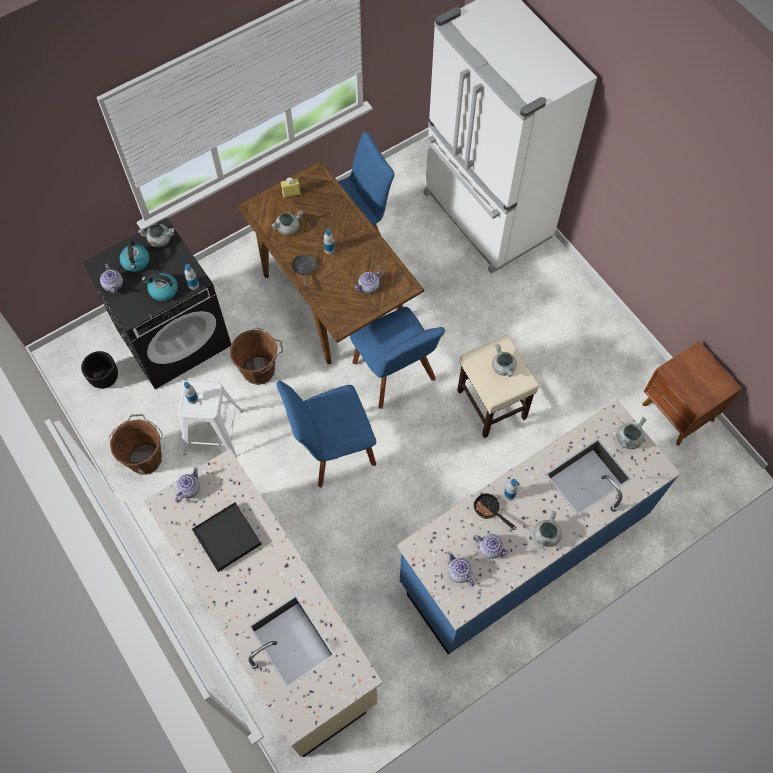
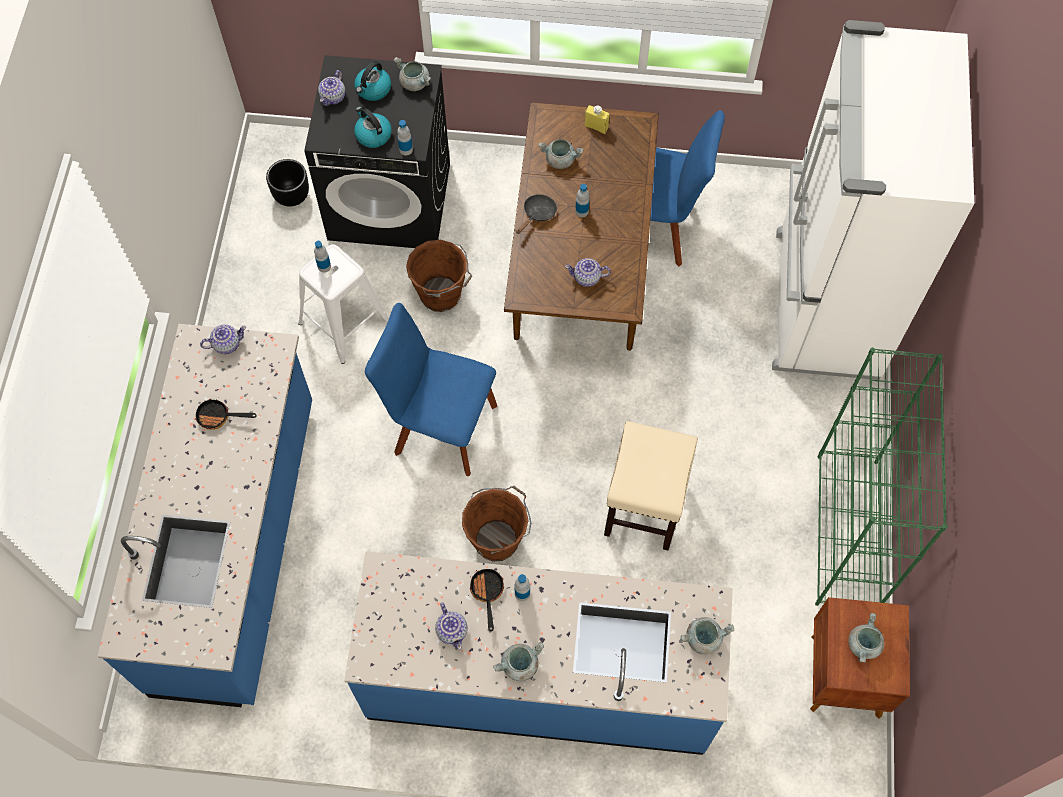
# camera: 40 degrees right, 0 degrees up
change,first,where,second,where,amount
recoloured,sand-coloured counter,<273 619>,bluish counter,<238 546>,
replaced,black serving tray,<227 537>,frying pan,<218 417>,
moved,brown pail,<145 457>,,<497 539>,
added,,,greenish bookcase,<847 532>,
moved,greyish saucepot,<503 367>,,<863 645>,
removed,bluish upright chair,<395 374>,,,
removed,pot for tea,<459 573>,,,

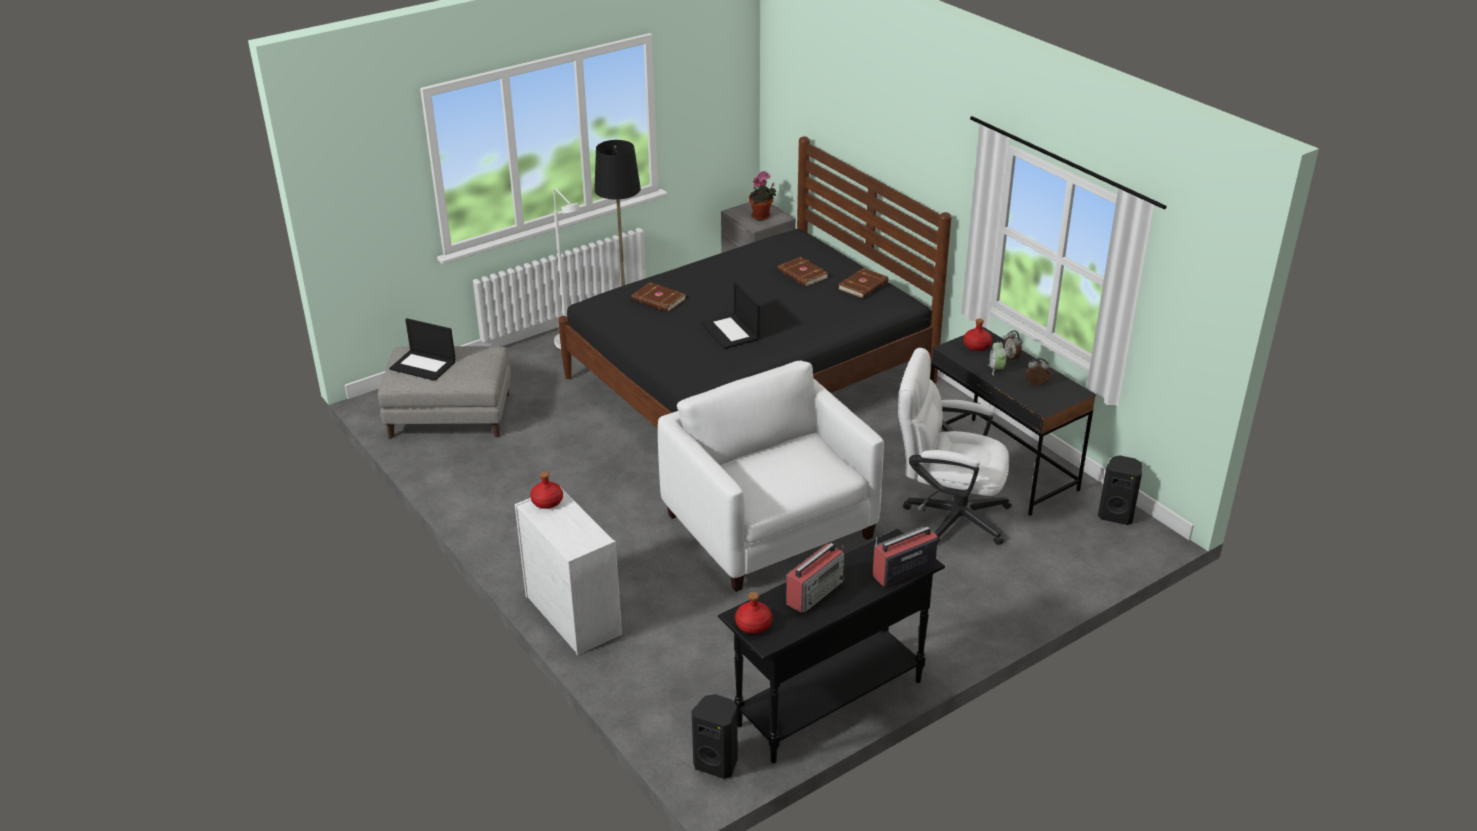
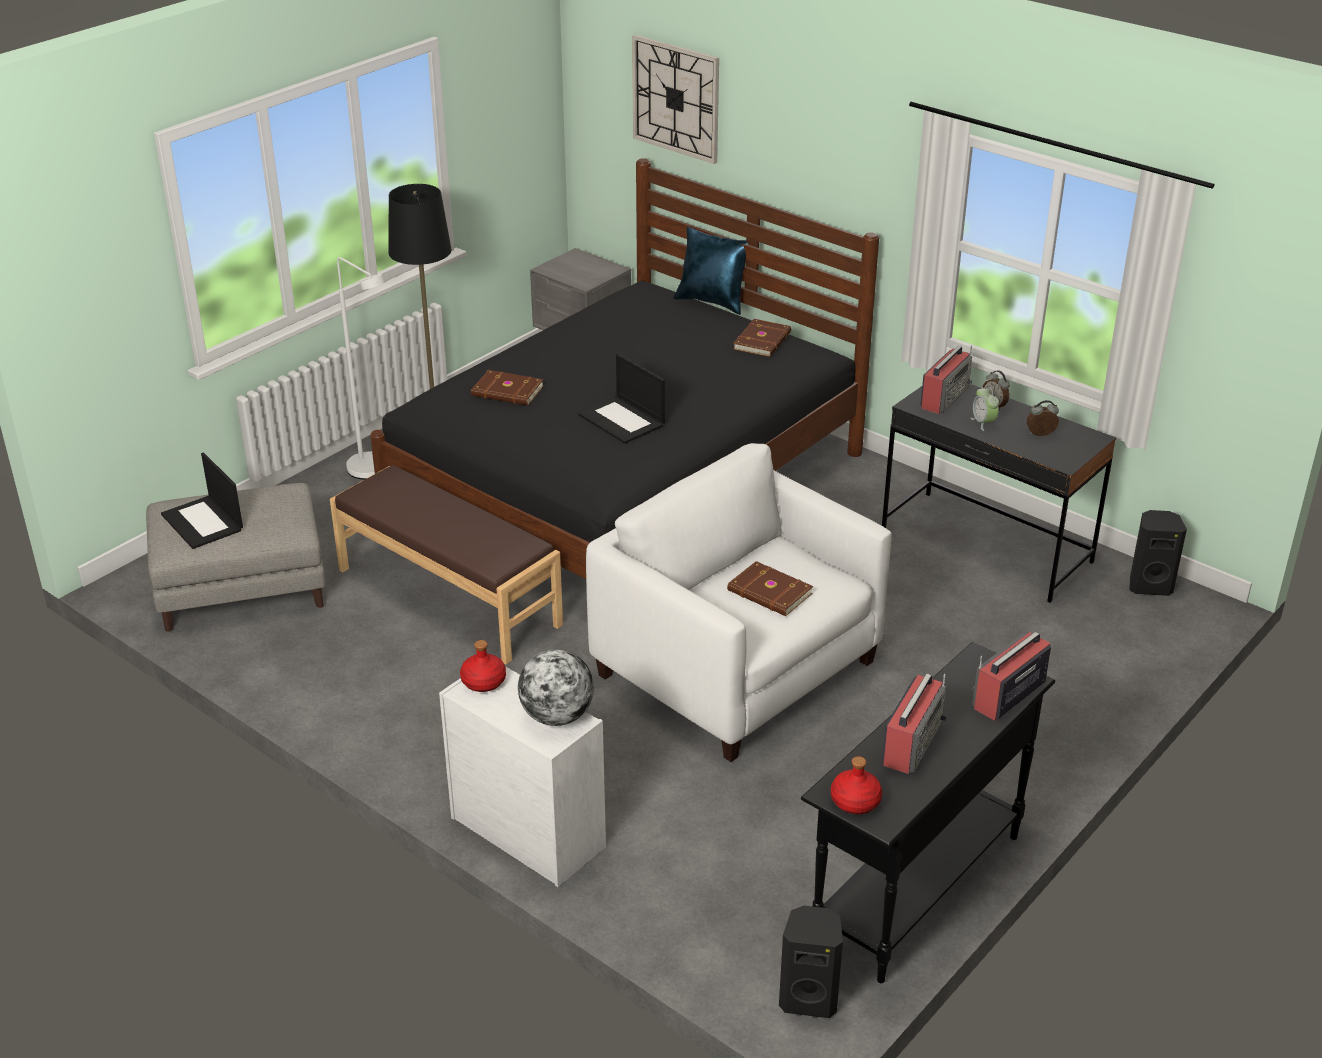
# camera: 15 degrees left, 0 degrees up
change,first,where,second,where,amount
turned,laptop,<424 365>,,<203 522>,45 degrees clockwise
added,,,brown bench,<449 596>,
added,,,desk globe,<557 716>,
added,,,wall clock,<676 98>,
added,,,bluish cushion,<712 302>,
moved,brown book,<802 274>,,<769 593>,
replaced,red bottle,<976 346>,radio set,<945 397>,
removed,plant in a pot,<762 217>,,,
removed,whitish computer chair,<947 515>,,,

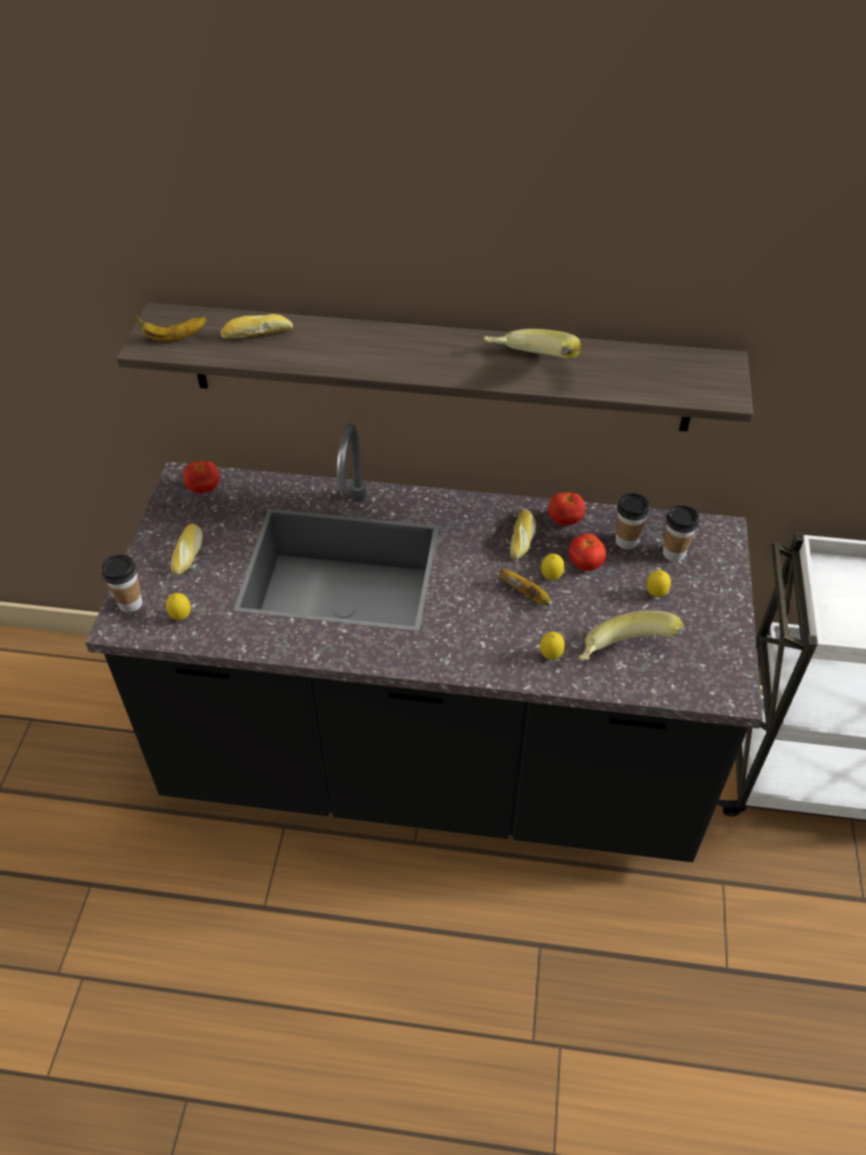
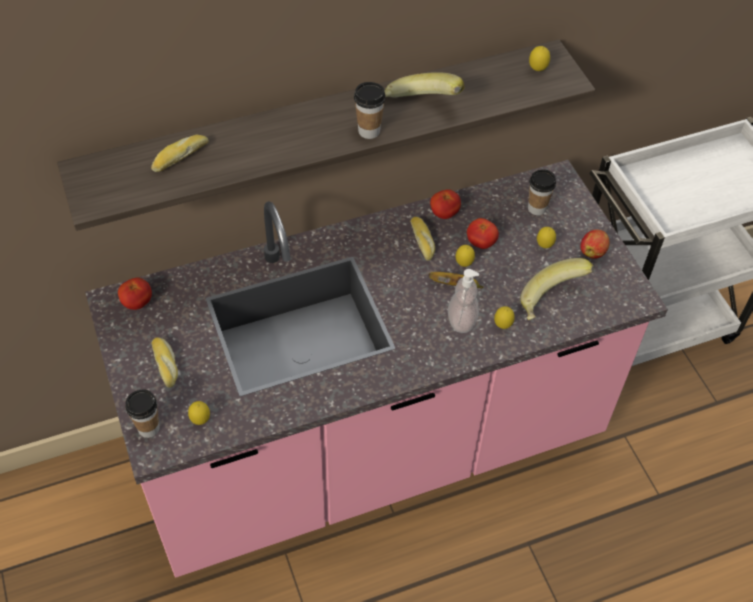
# camera: 30 degrees left, 5 degrees up
change,first,where,second,where,amount
recoloured,black counter,<433 766>,pinkish counter,<371 448>,
moved,cup,<626 541>,,<369 131>,
added,,,soap dispenser,<461 320>,
added,,,lemon,<537 70>,
added,,,apple fruit,<593 252>,
removed,whole banana,<174 338>,,,

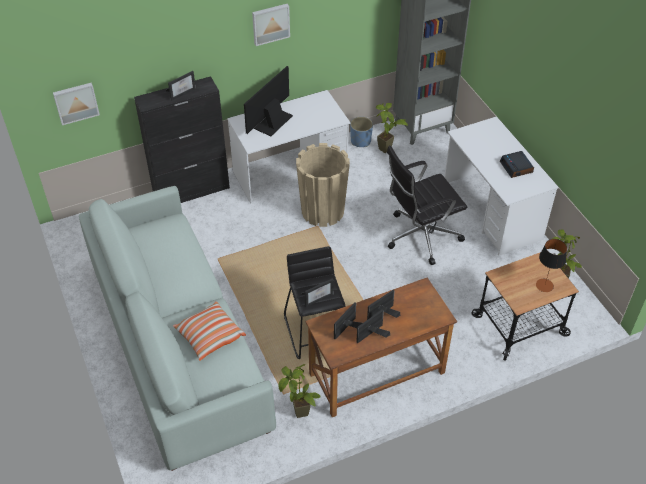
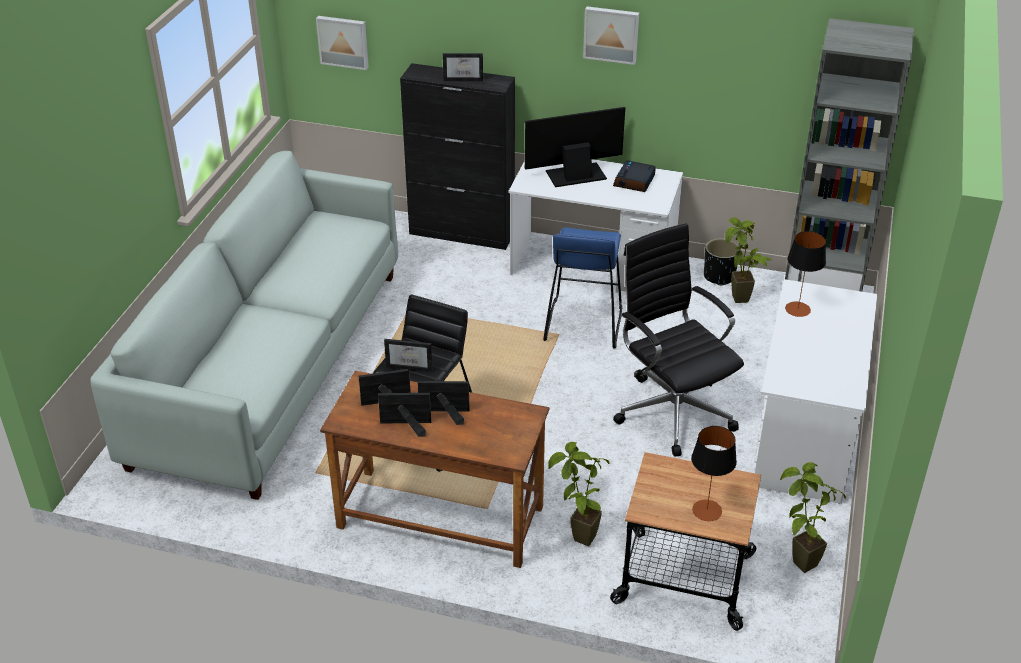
# camera: 40 degrees right, 10 degrees down
change,first,where,second,where,amount
replaced,sand-coloured plant pot,<322 211>,bluish stool seat,<583 323>,
moved,plant in a pot,<300 417>,,<578 543>,
moved,table clock,<516 167>,,<634 181>,
turned,black computer chair,<420 236>,,<672 410>,45 degrees clockwise
recoloured,bluish plant pot,<361 141>,black plant pot,<719 276>,
added,,,tabletop lamp,<798 309>,
removed,cushion,<209 336>,,,

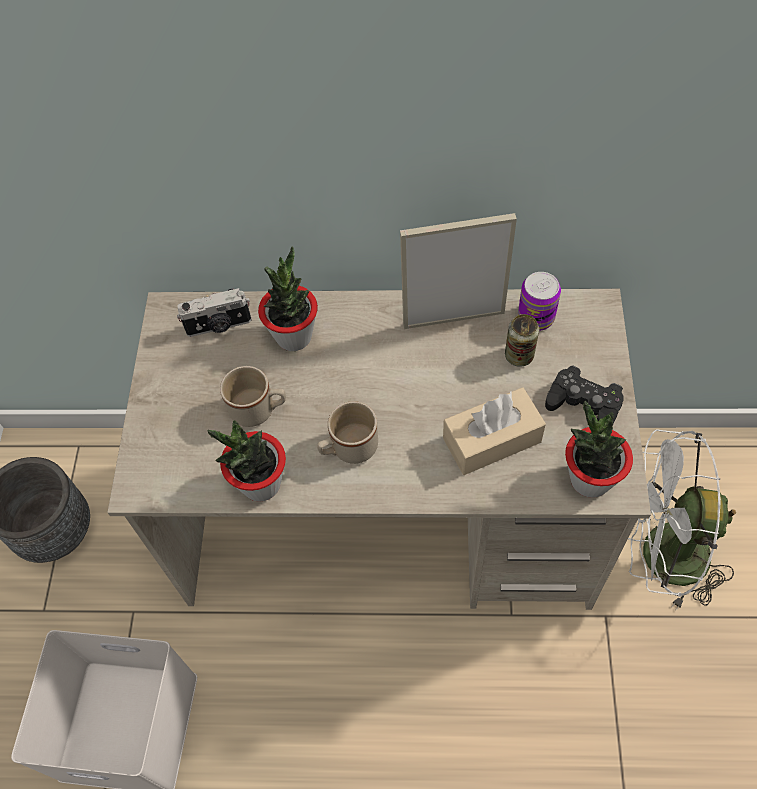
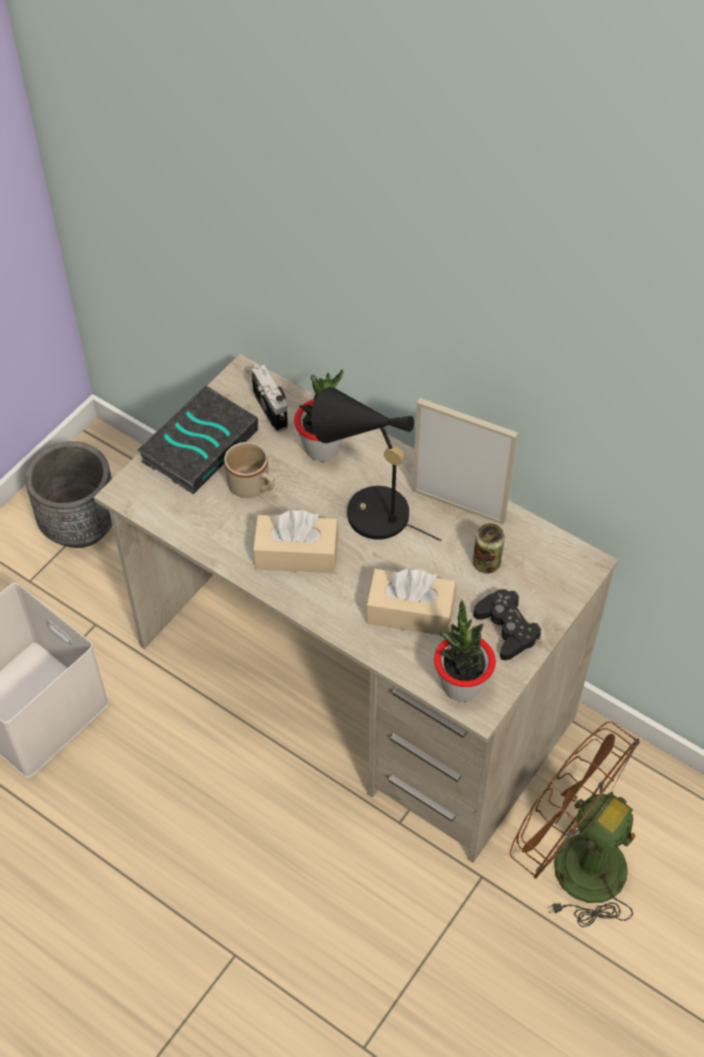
# camera: 30 degrees right, 5 degrees down
change,first,where,second,where,amount
added,,,book,<199 444>,
turned,still camera,<219 326>,,<272 408>,135 degrees counterclockwise
replaced,sand-coloured mug,<348 449>,sand-coloured tissue box,<296 554>,
added,,,black tabletop lamp,<367 512>,
recoloured,whitish cooling fan,<659 557>,brown cooling fan,<572 861>,
removed,plant in a pot,<261 484>,,,
removed,can,<536 317>,,,

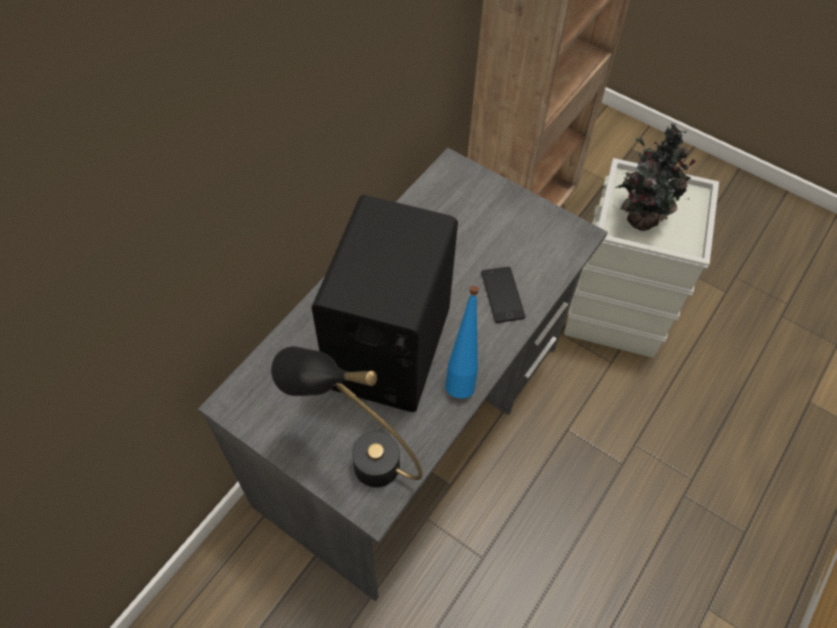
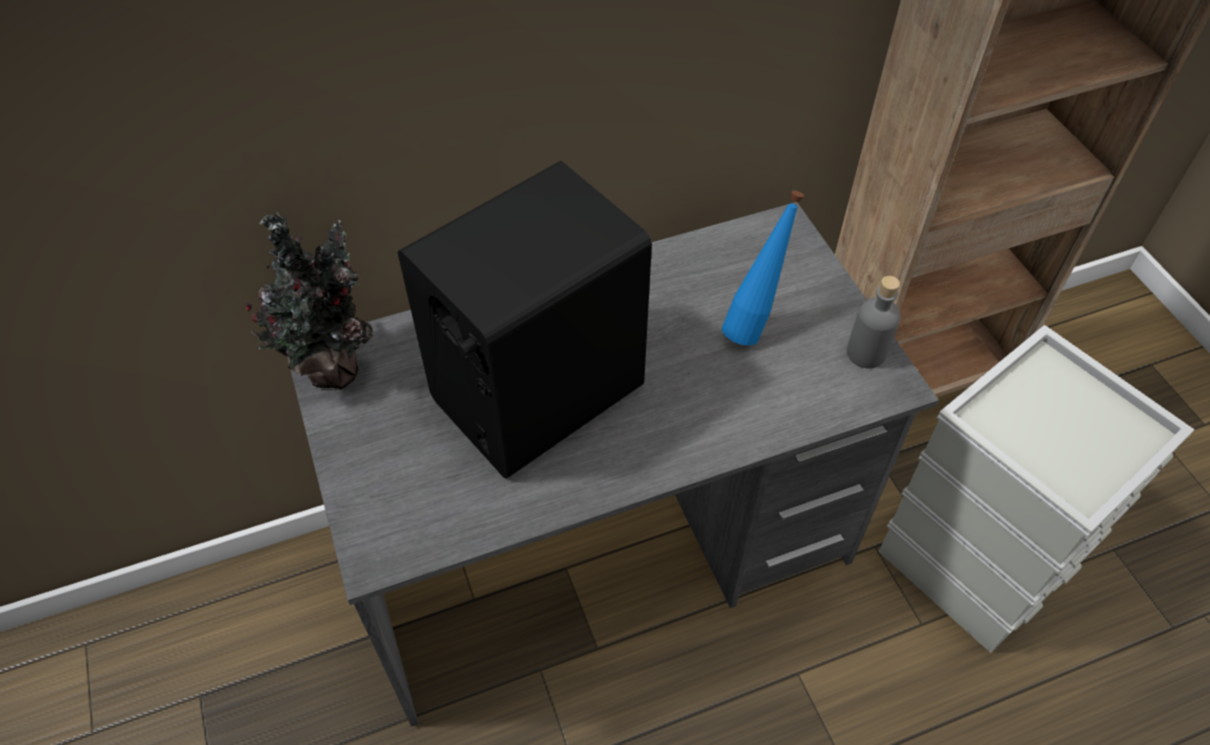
# camera: 35 degrees right, 5 degrees down
change,first,where,second,where,amount
moved,plant in a pot,<638 218>,,<333 366>,
moved,bluish bottle,<461 375>,,<753 325>,
added,,,greyish bottle,<866 353>,
removed,black tabletop lamp,<356 454>,,,
removed,telephone,<502 295>,,,

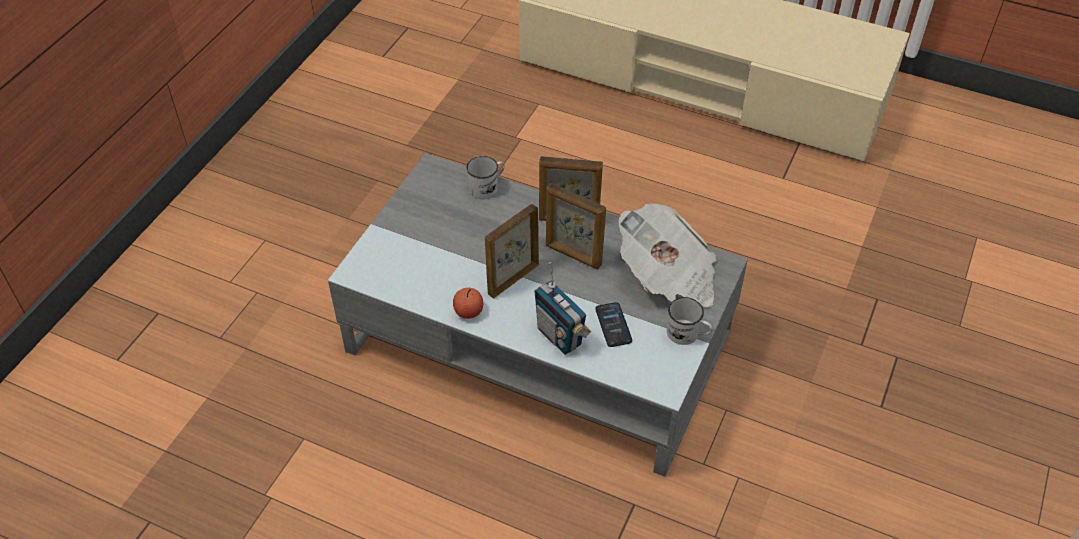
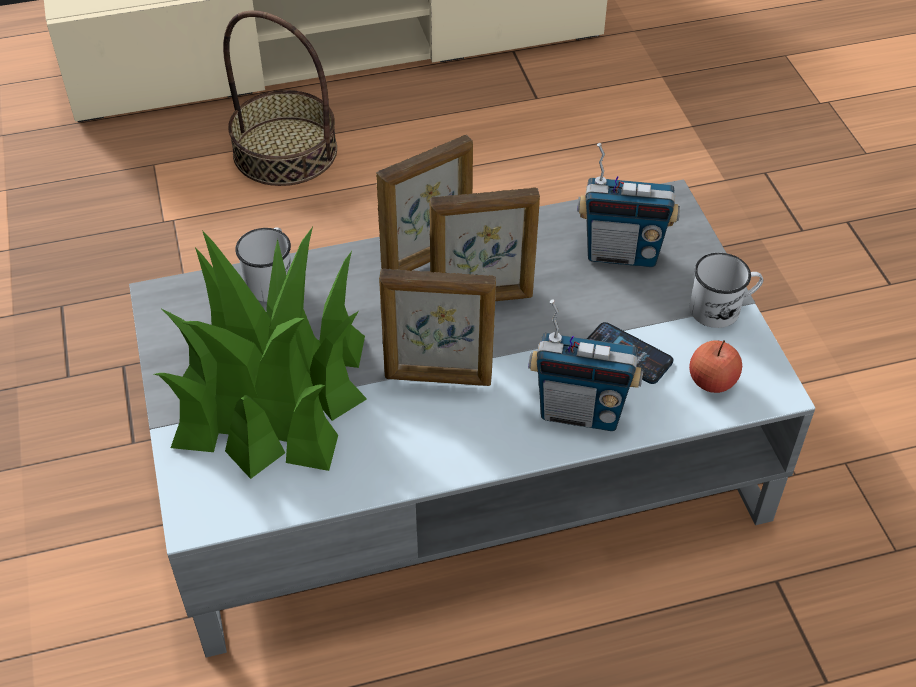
# camera: 40 degrees left, 0 degrees up
change,first,where,second,where,amount
added,,,plant in a pot,<272 393>,
added,,,household basket,<285 151>,
turned,picture frame,<512 279>,,<438 378>,90 degrees counterclockwise
replaced,daily paper,<668 276>,radio set,<622 253>,
moved,apple fruit,<468 311>,,<712 381>,

